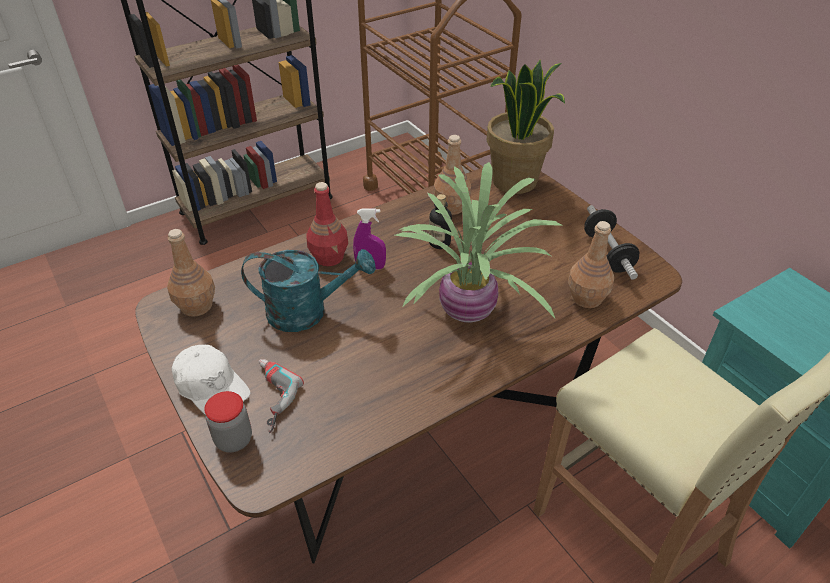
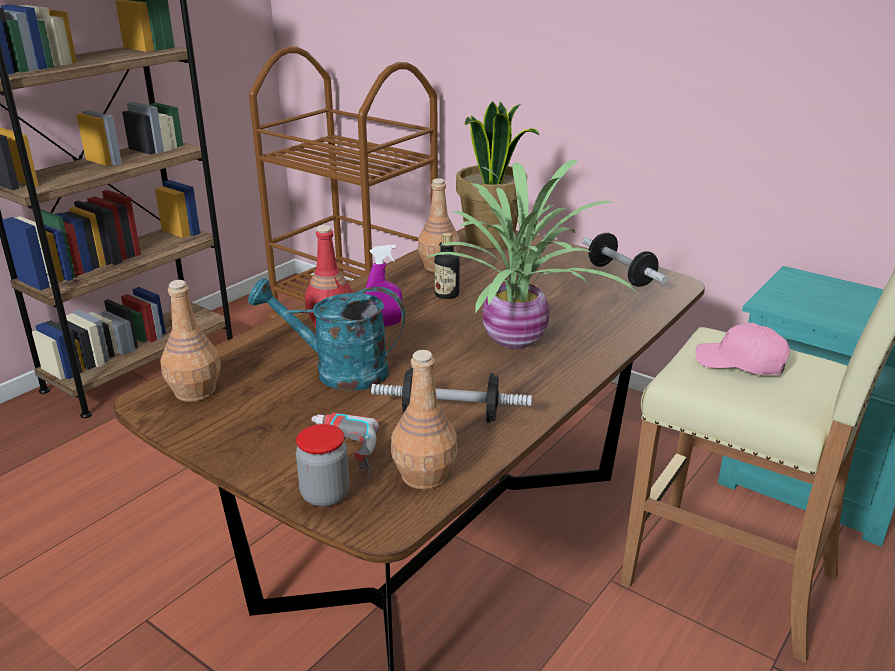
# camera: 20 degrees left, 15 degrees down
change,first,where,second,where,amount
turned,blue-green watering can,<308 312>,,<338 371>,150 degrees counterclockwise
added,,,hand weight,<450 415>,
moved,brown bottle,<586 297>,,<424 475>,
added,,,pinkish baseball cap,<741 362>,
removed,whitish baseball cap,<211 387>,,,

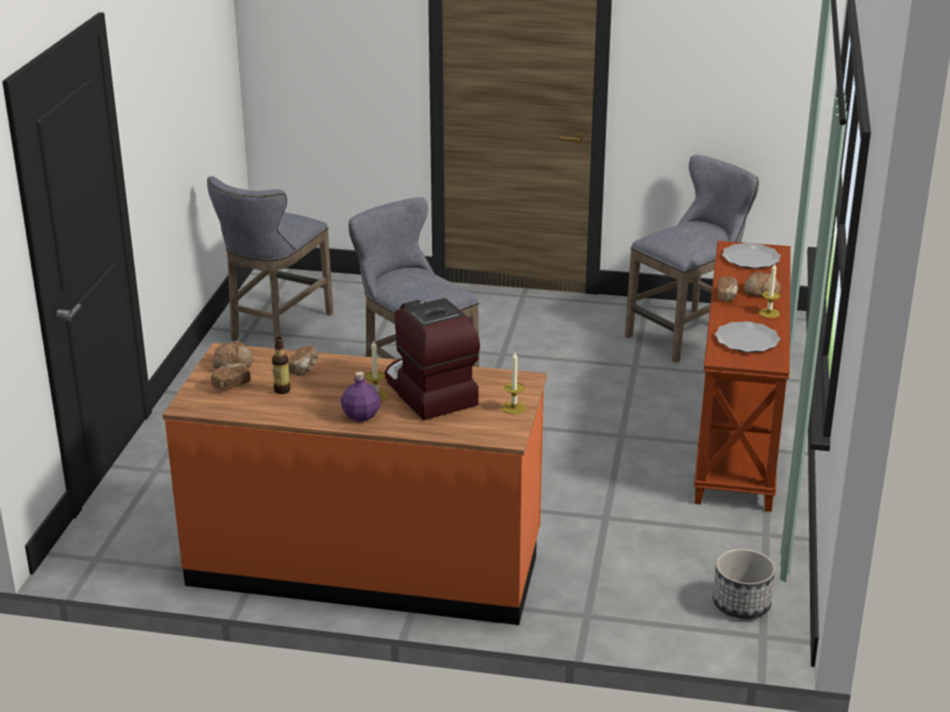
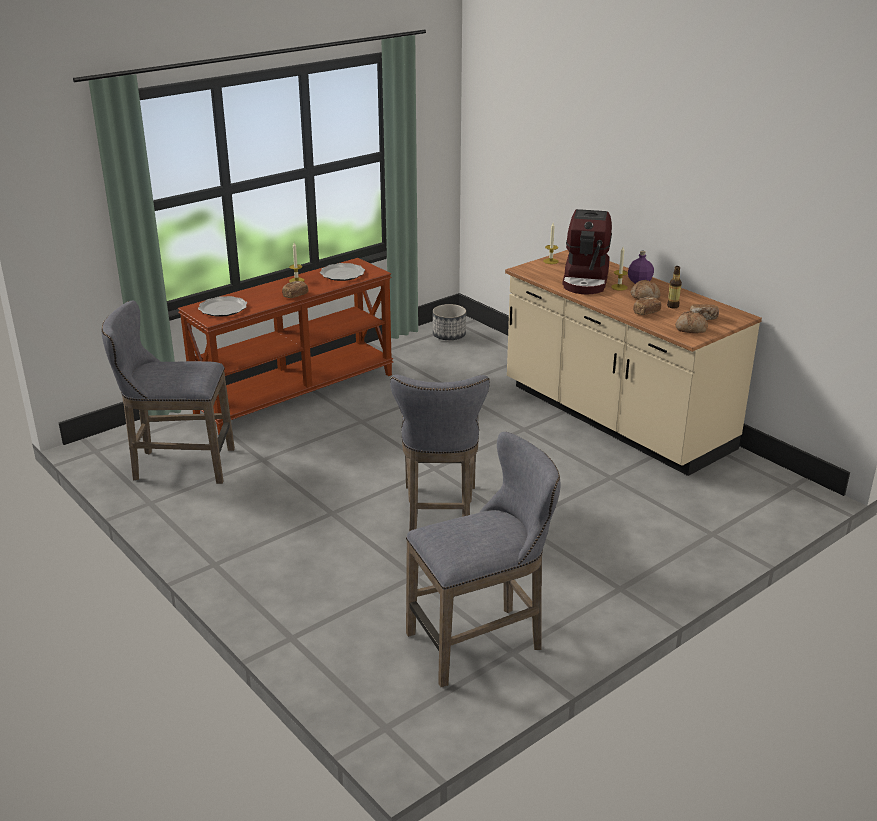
# camera: 140 degrees left, 0 degrees up
change,first,where,second,where,amount
recoloured,orange-coloured counter,<366 563>,sand-coloured counter,<615 418>,
moved,bread,<761 292>,,<645 297>,

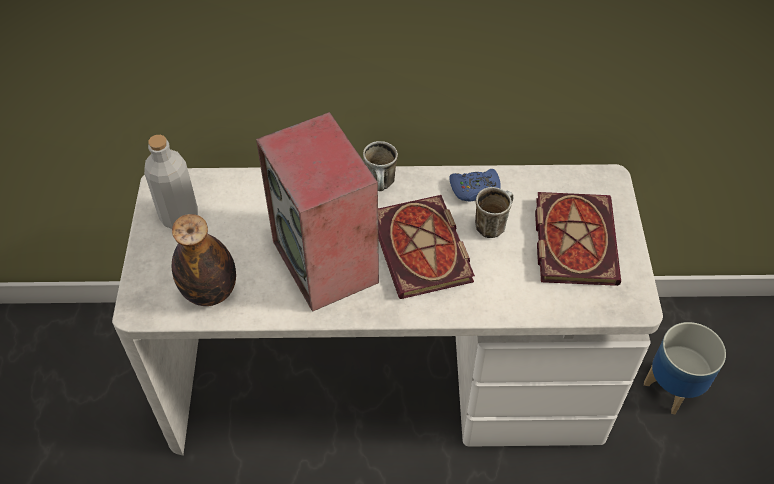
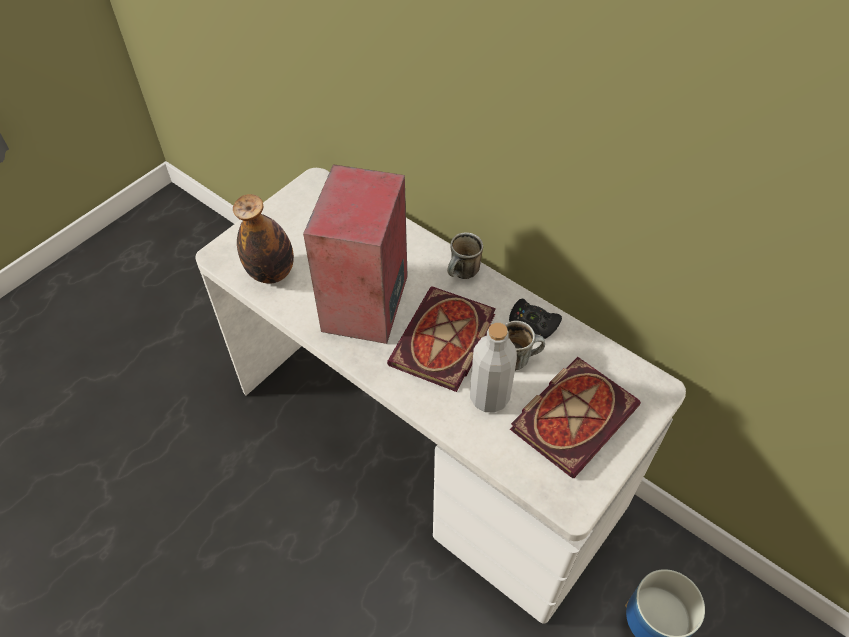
# camera: 40 degrees right, 0 degrees up
change,first,where,second,where,amount
moved,greyish bottle,<179 216>,,<489 397>,
recoloured,bluish gamepad,<475 190>,black gamepad,<532 323>,

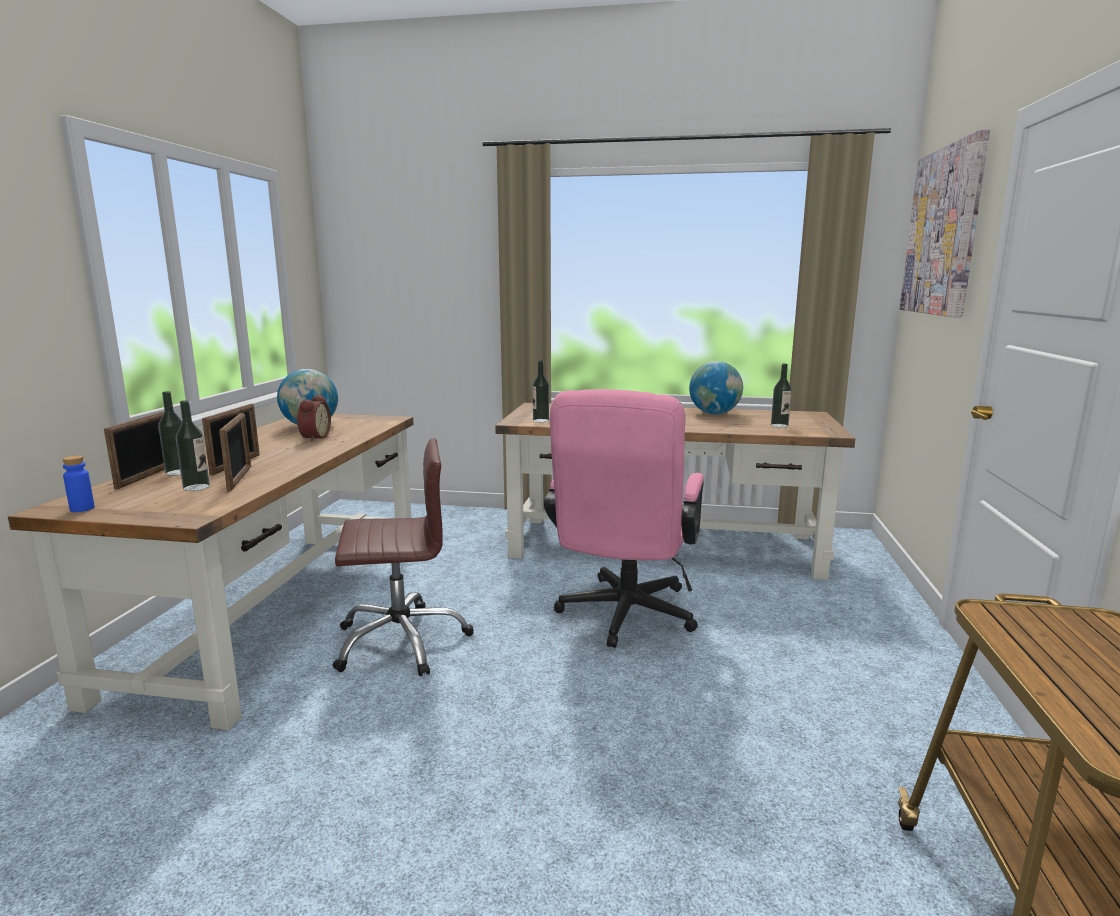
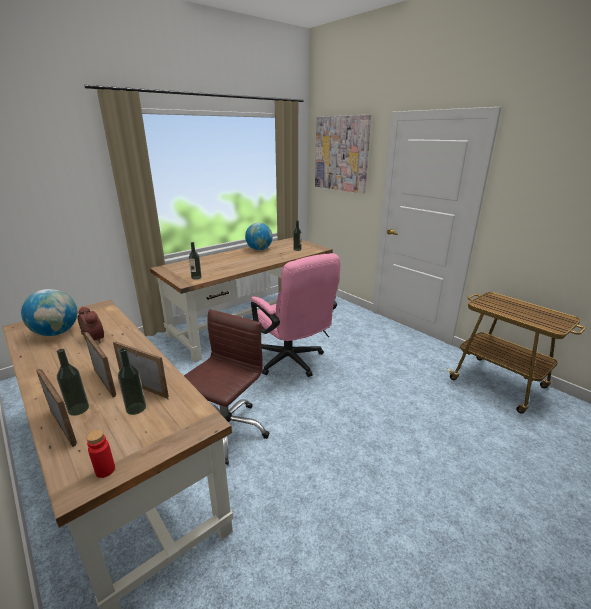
# camera: 50 degrees left, 10 degrees up
change,first,where,second,where,amount
recoloured,bluish bottle,<82 509>,red bottle,<105 470>,

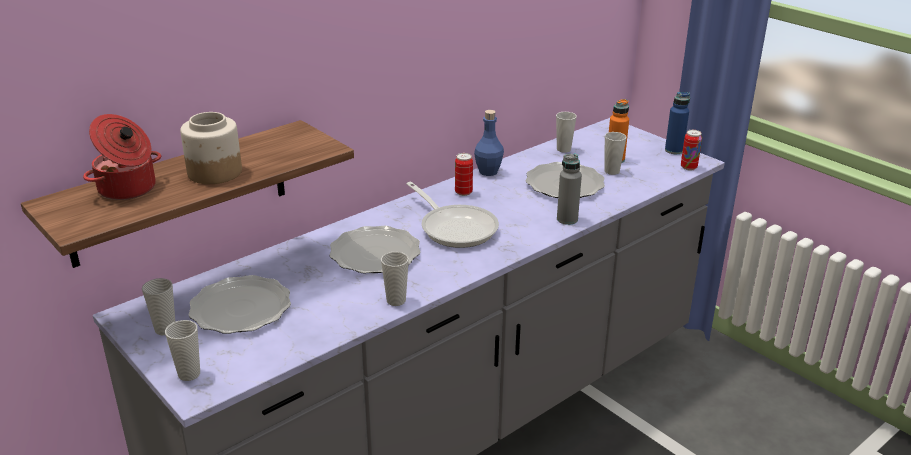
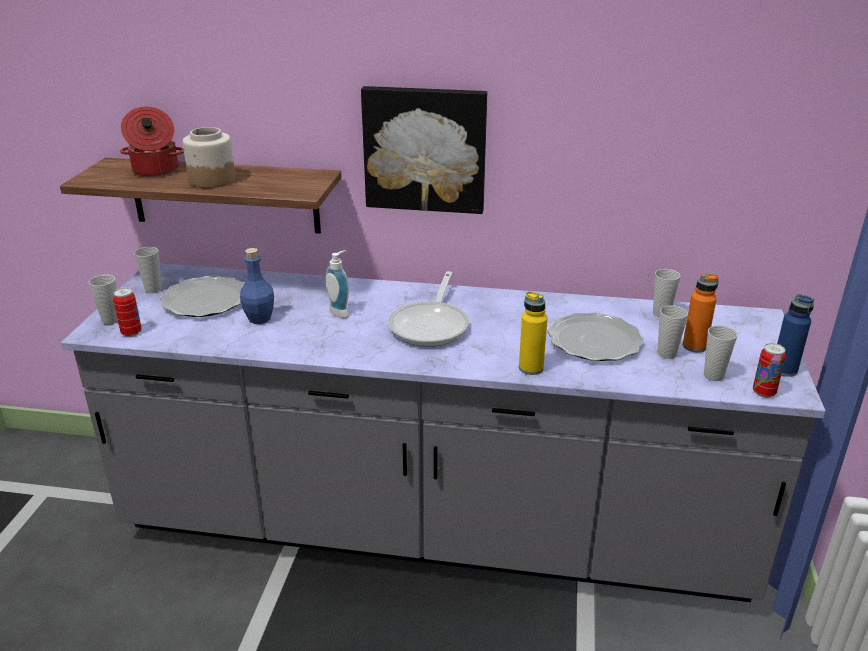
# camera: 50 degrees right, 0 degrees up
change,first,where,second,where,amount
moved,can,<463 192>,,<131 333>,
moved,bluish bottle,<488 172>,,<259 319>,
replaced,plate,<374 254>,soap dispenser,<341 312>,
added,,,wall picture,<425 149>,
recoloured,greyish bottle,<567 219>,yellow bottle,<531 368>,
moved,cup,<396 301>,,<713 376>,

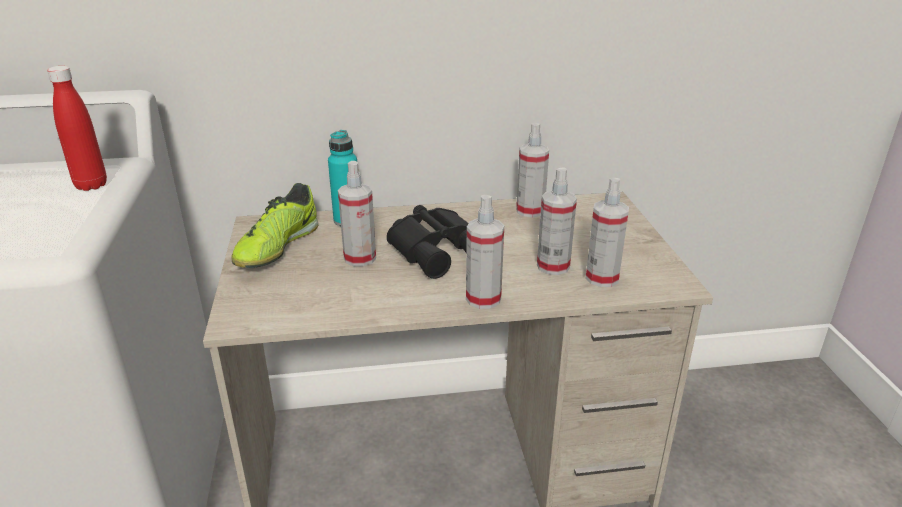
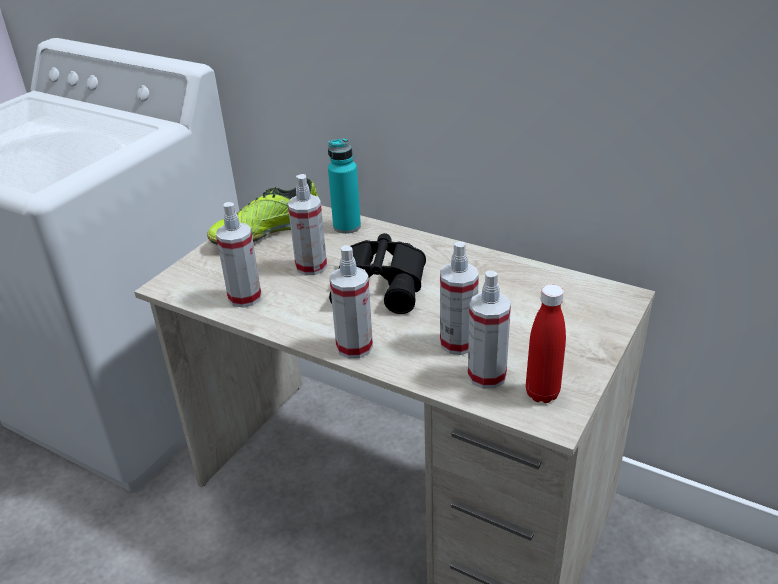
# camera: 40 degrees right, 5 degrees up
change,first,where,second,where,amount
moved,hand sprayer,<530 211>,,<245 297>,
moved,red bottle,<91 185>,,<542 394>,

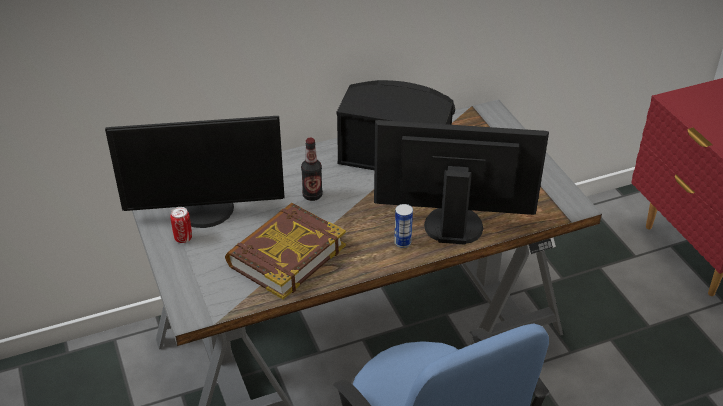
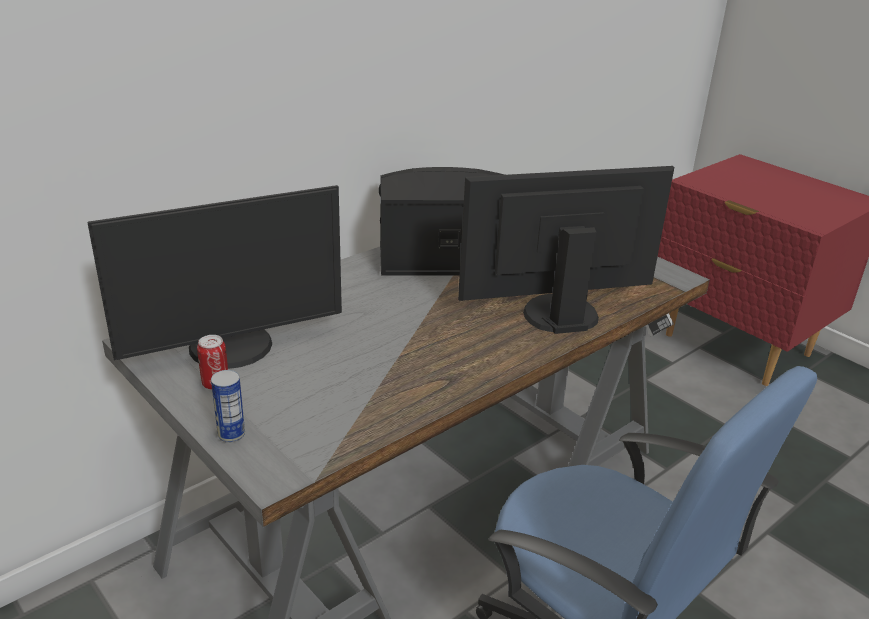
# camera: 20 degrees left, 10 degrees down
change,first,where,second,where,amount
moved,can,<402 242>,,<231 434>,
removed,book,<286 255>,,,
removed,bottle,<312 195>,,,

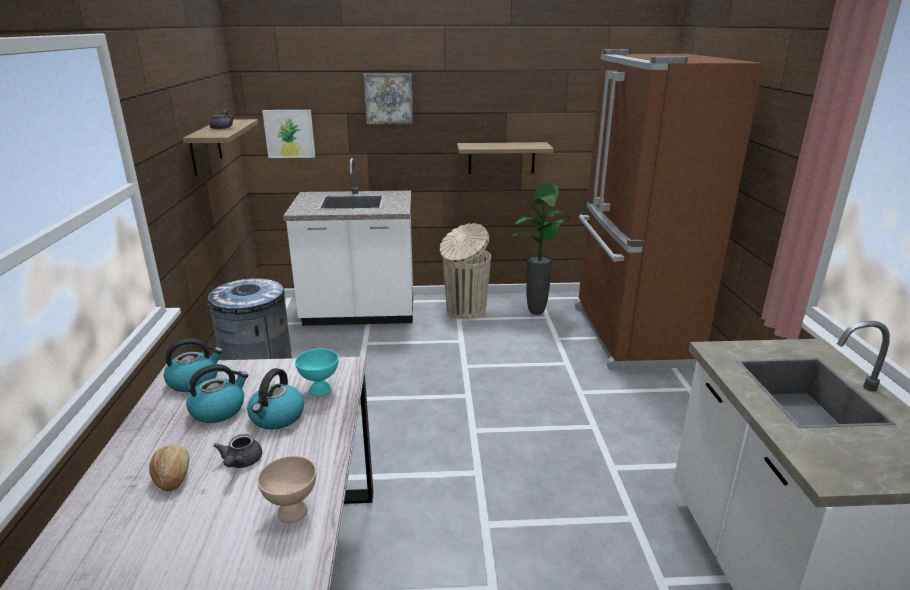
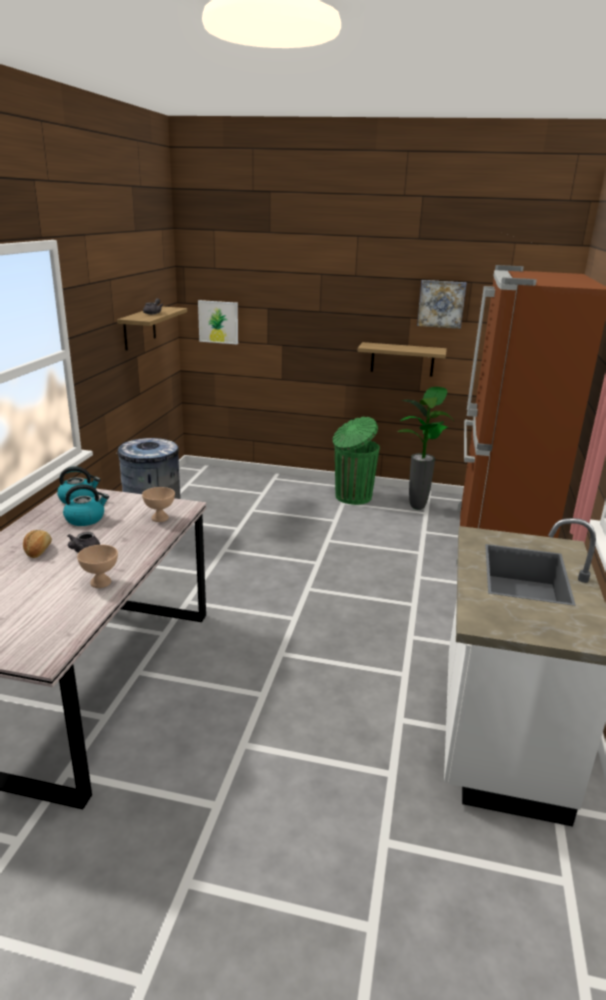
# camera: 15 degrees right, 0 degrees up
change,first,where,second,where,amount
recoloured,blue-green bowl,<319 390>,sand-coloured bowl,<159 518>,
recoloured,sand-coloured waste bin,<465 311>,greenish waste bin,<352 497>,
moved,wall picture,<388 98>,,<441 304>,
removed,kettle,<277 417>,,,
removed,whitish counter,<359 313>,,,

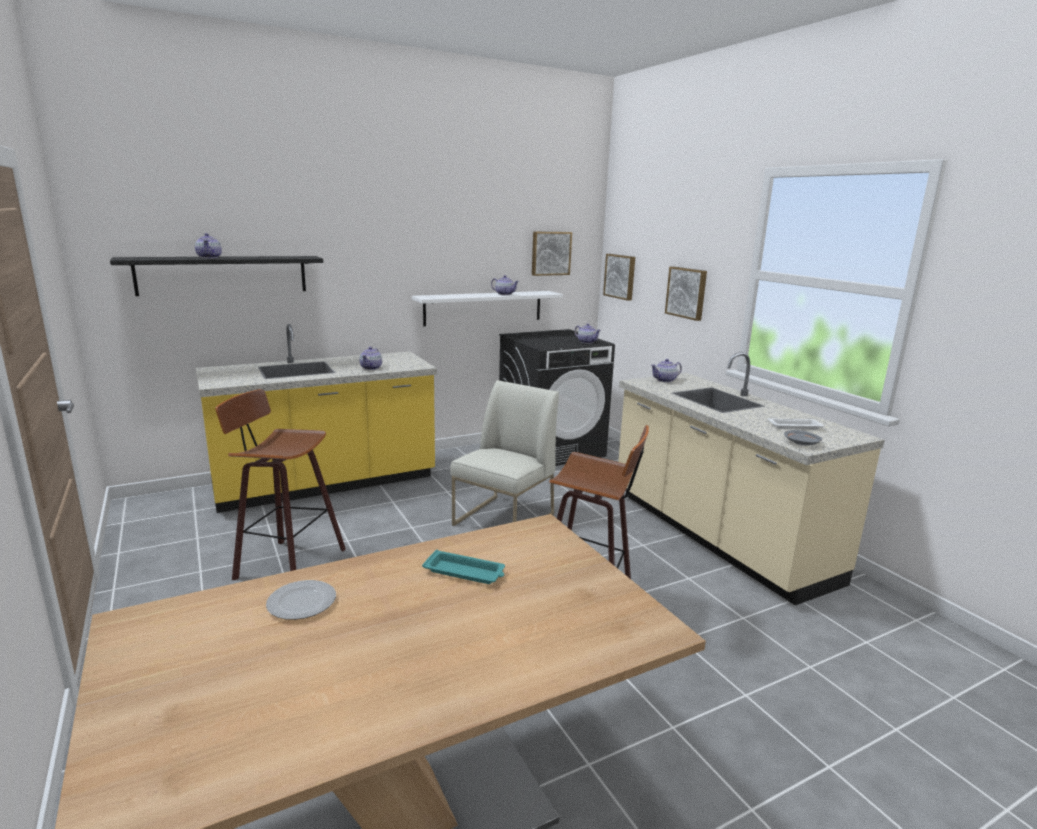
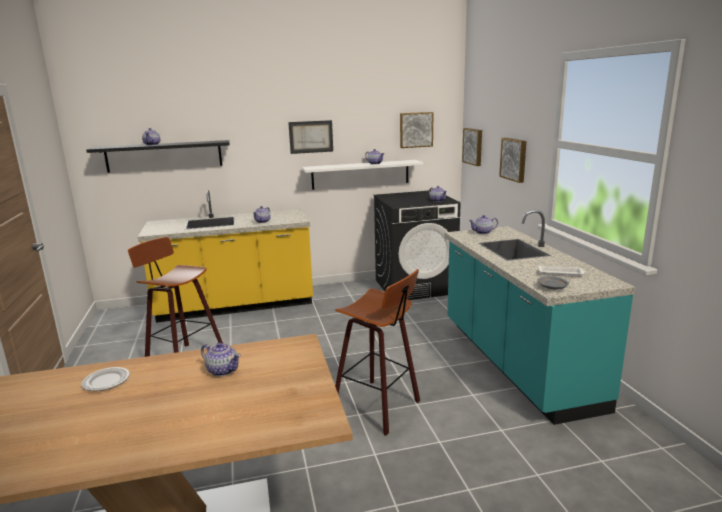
# camera: 15 degrees right, 0 degrees up
change,first,where,second,where,amount
replaced,blue-green serving tray,<465 572>,pot for tea,<222 370>,
added,,,wall picture,<311 137>,
recoloured,sand-coloured counter,<716 536>,blue-green counter,<515 363>,
removed,whitish upright chair,<504 520>,,,

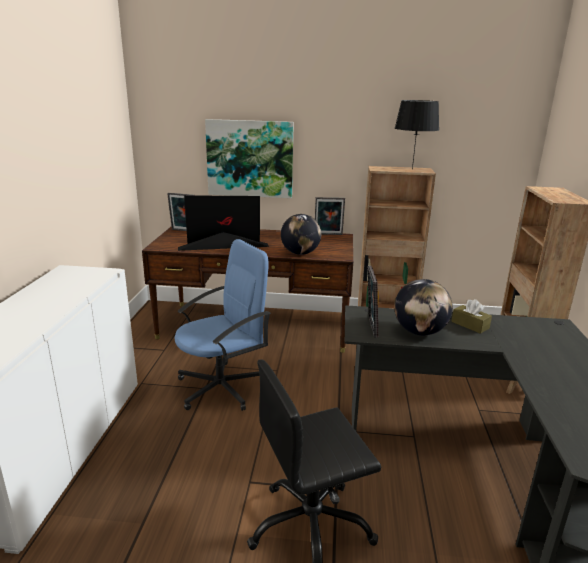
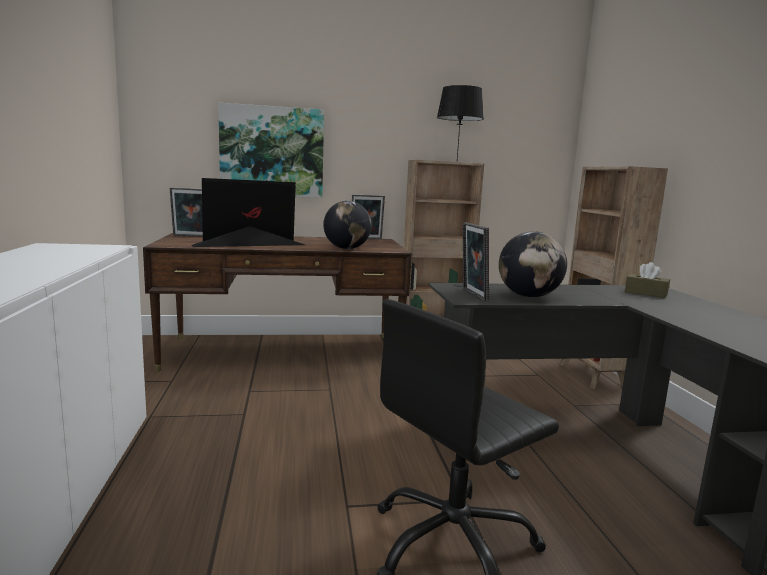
# camera: 15 degrees left, 10 degrees down
change,first,where,second,where,amount
moved,brown tissue box,<470 325>,,<646 293>,
removed,bluish computer chair,<222 387>,,,

